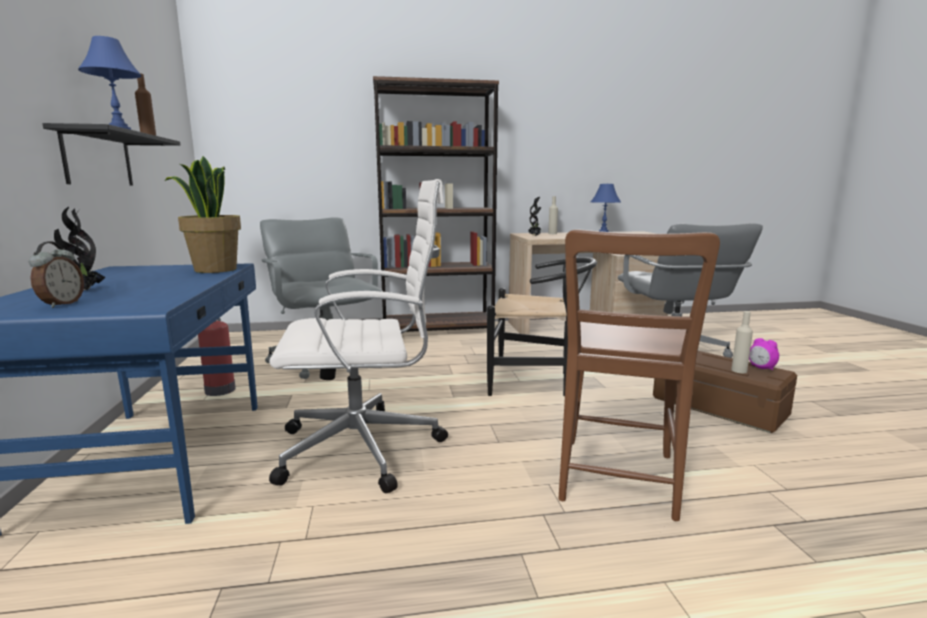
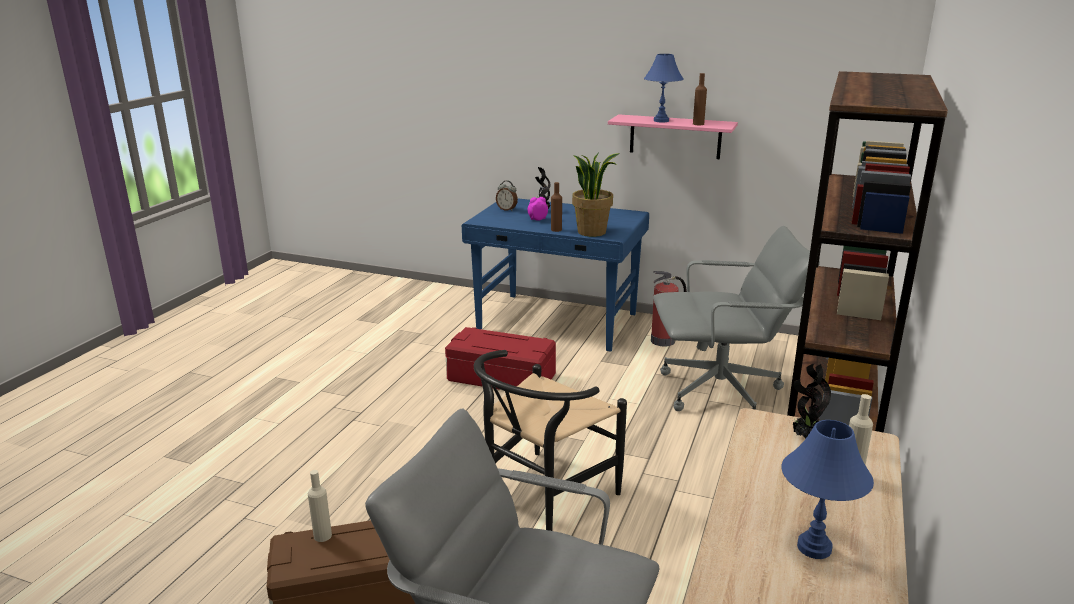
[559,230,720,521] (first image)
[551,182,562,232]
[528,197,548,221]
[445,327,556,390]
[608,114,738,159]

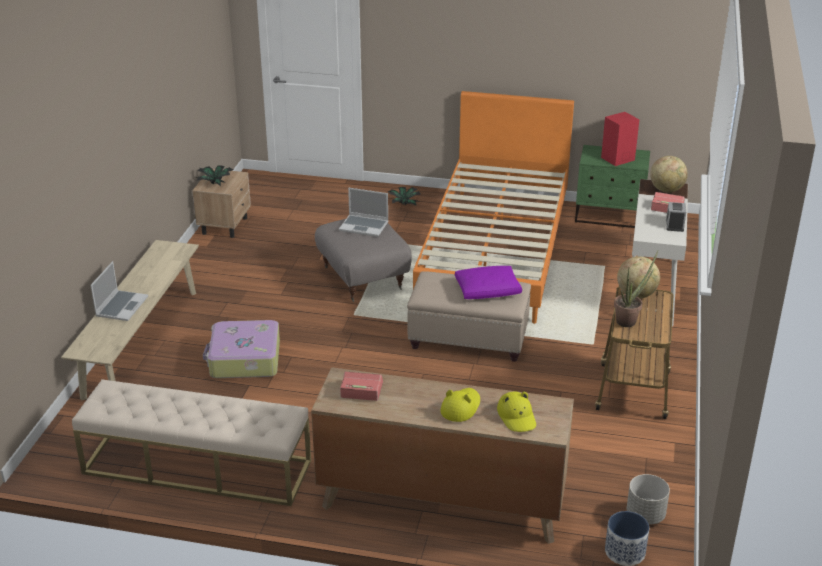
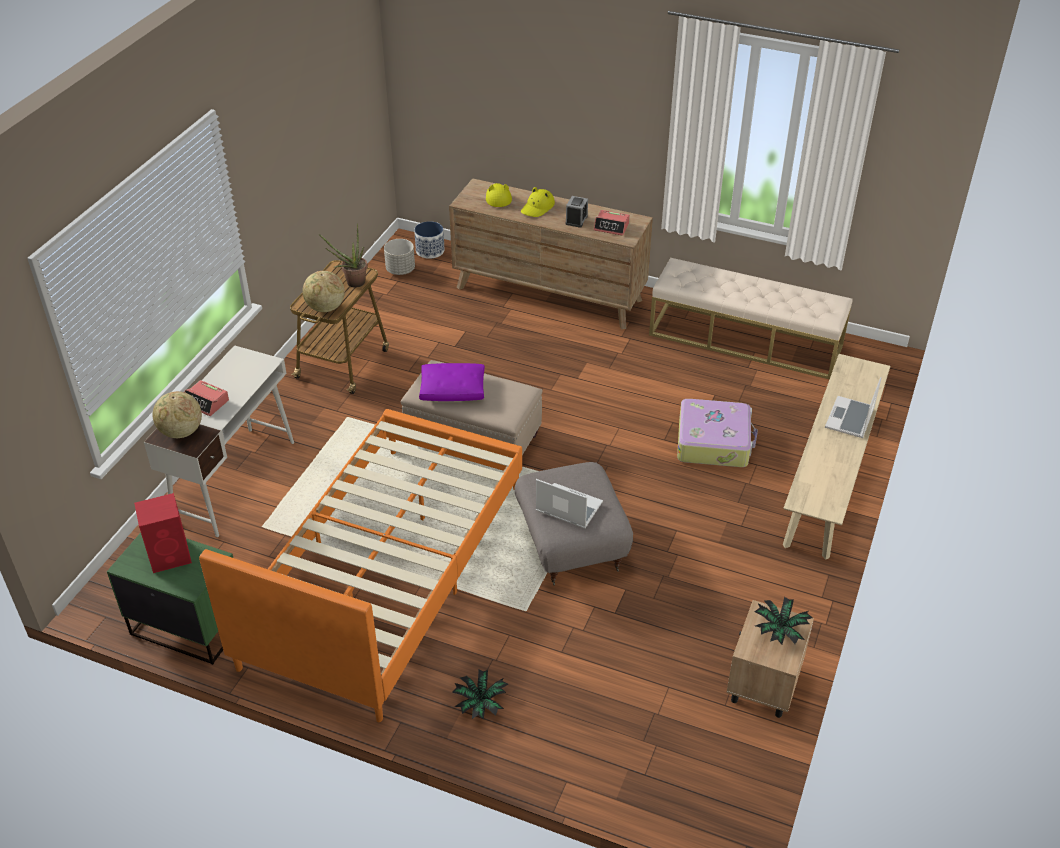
[566,196,588,228]

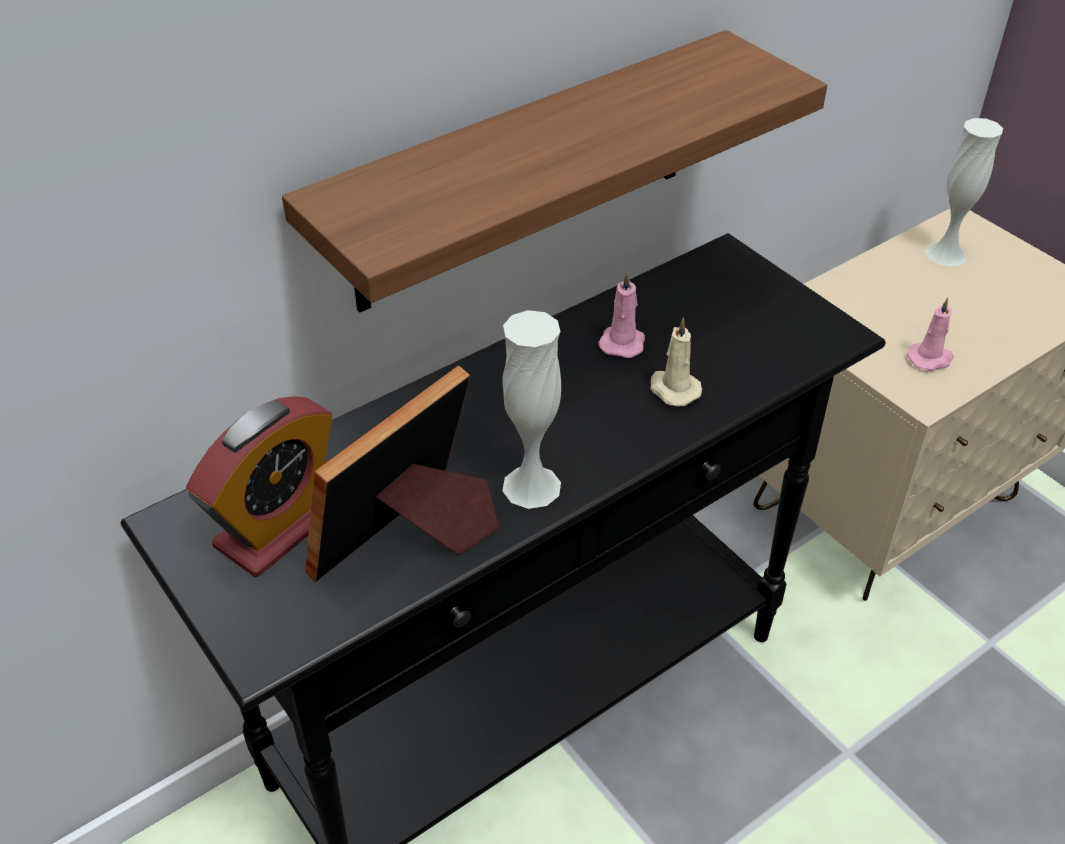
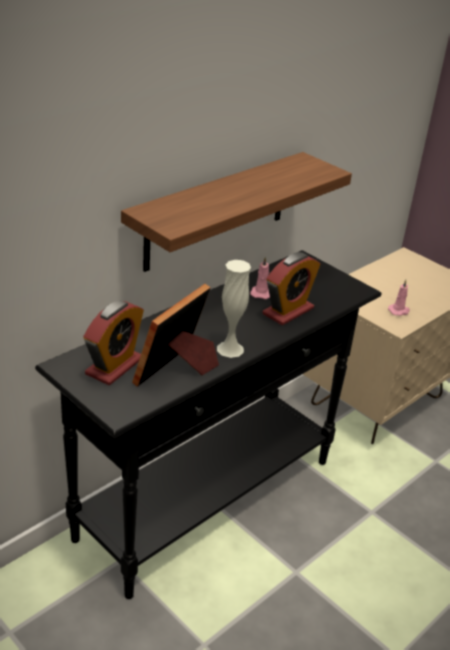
[925,118,1003,267] (first image)
[263,252,320,325]

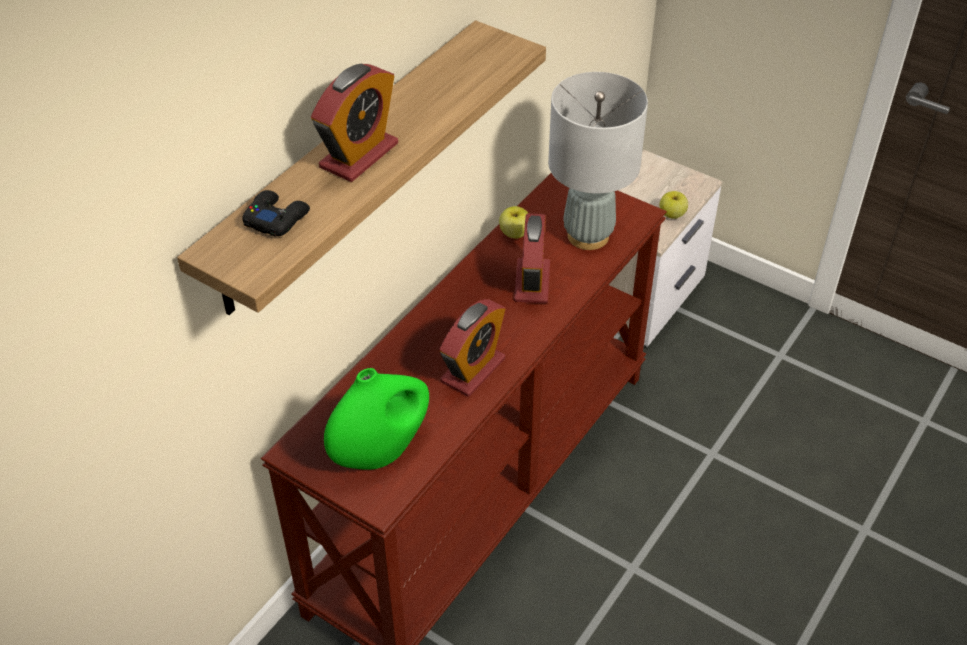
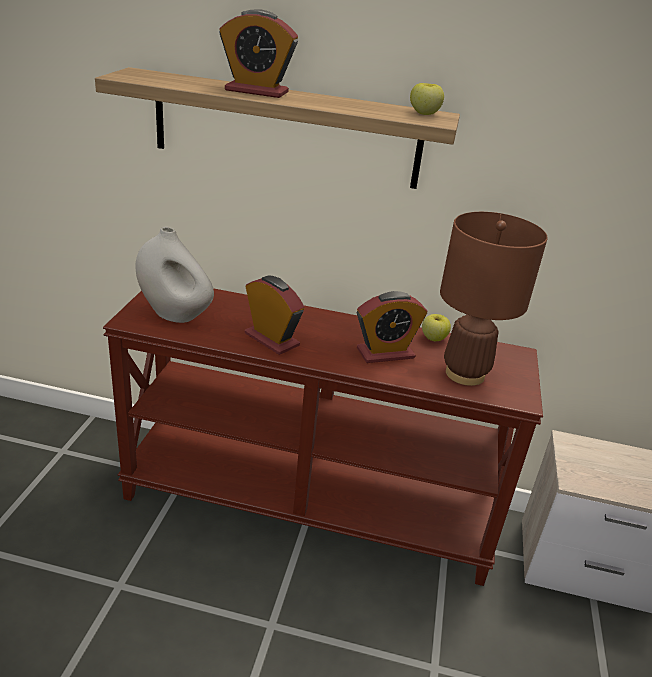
[242,190,310,237] (first image)
[410,83,444,115]
[136,227,214,323]
[440,212,548,386]
[245,276,305,355]

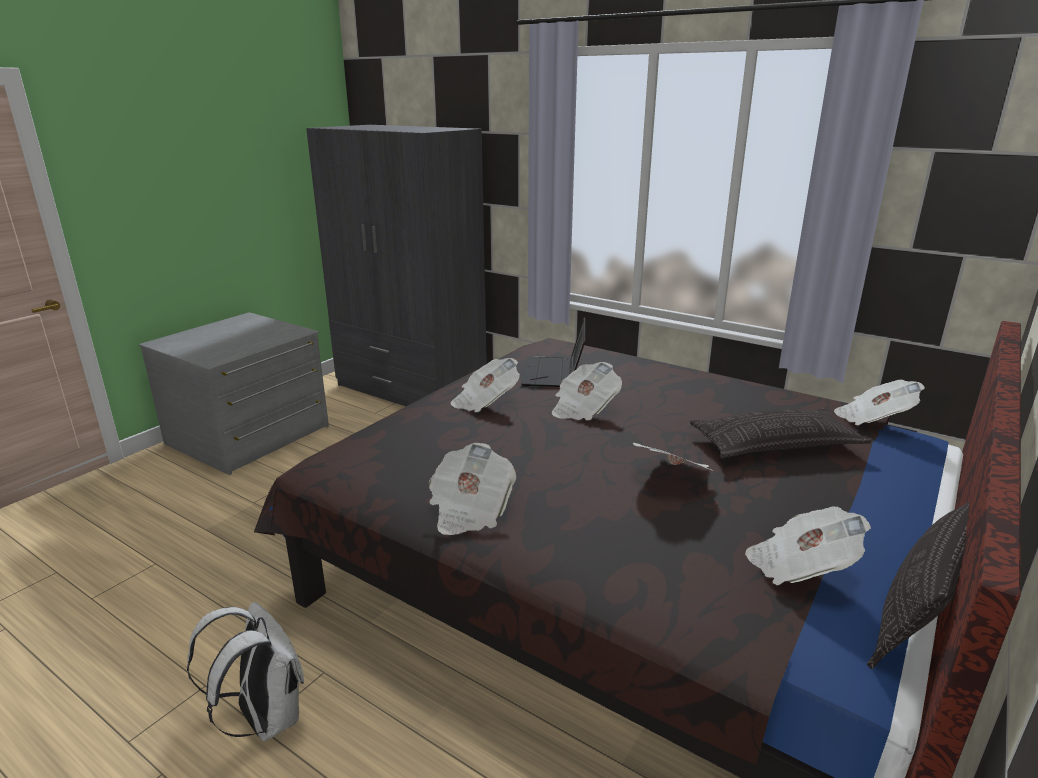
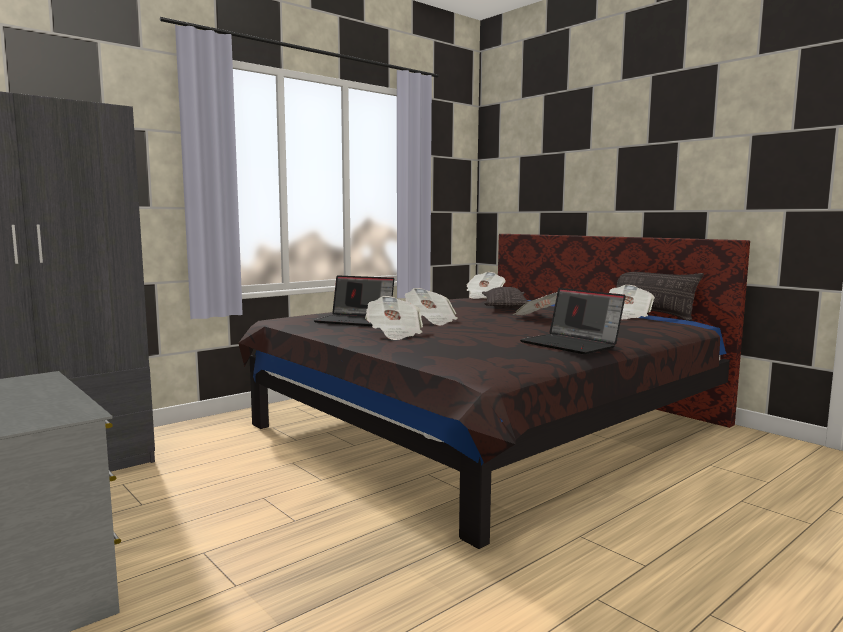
[187,602,304,741] (first image)
[520,288,626,354]

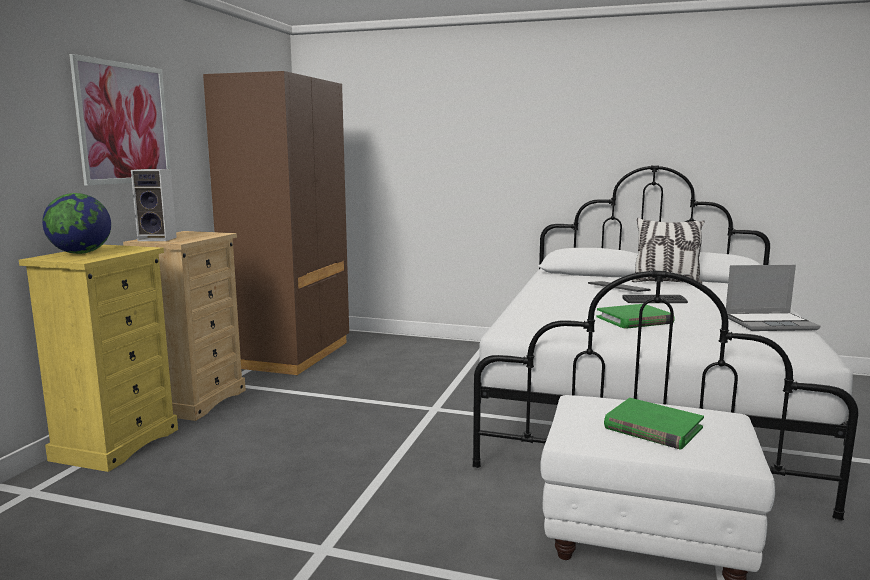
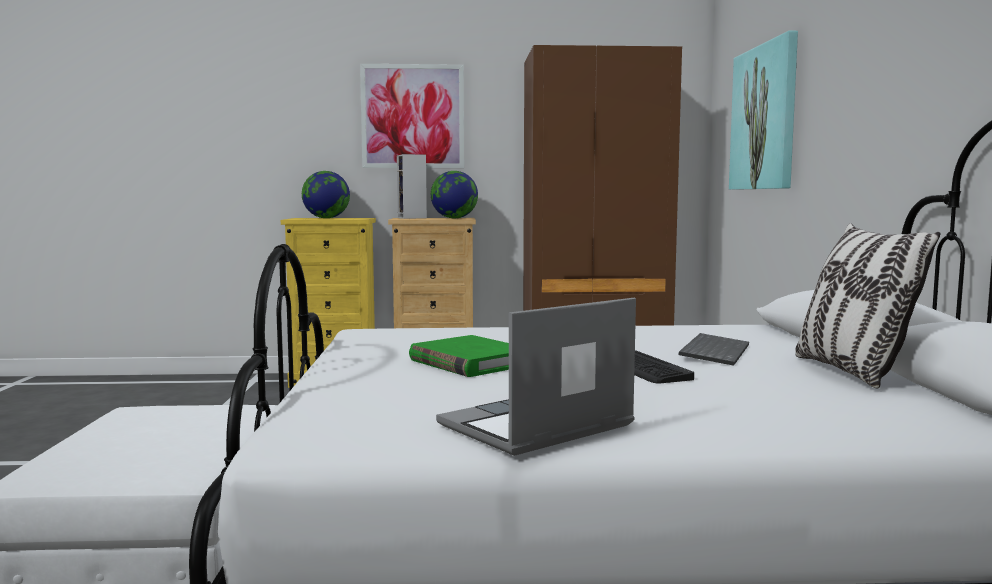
[604,398,704,449] (first image)
[431,171,478,218]
[729,31,798,190]
[436,298,636,456]

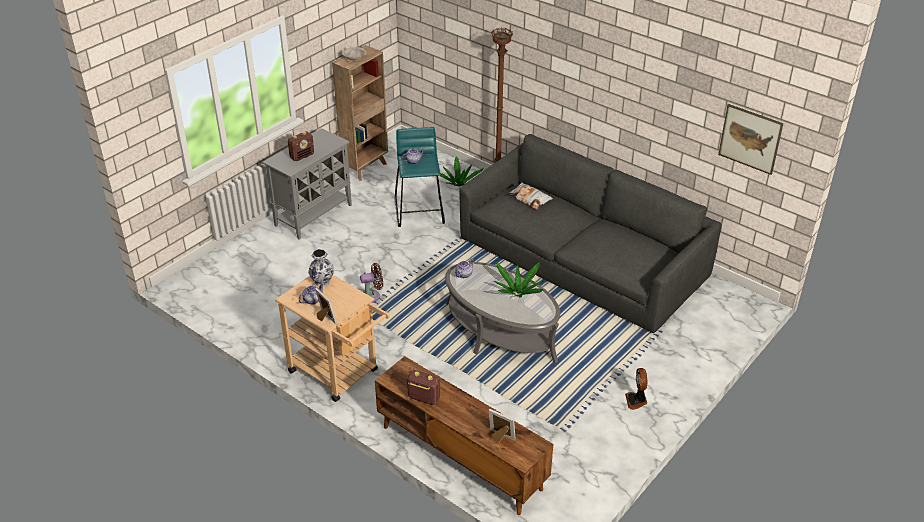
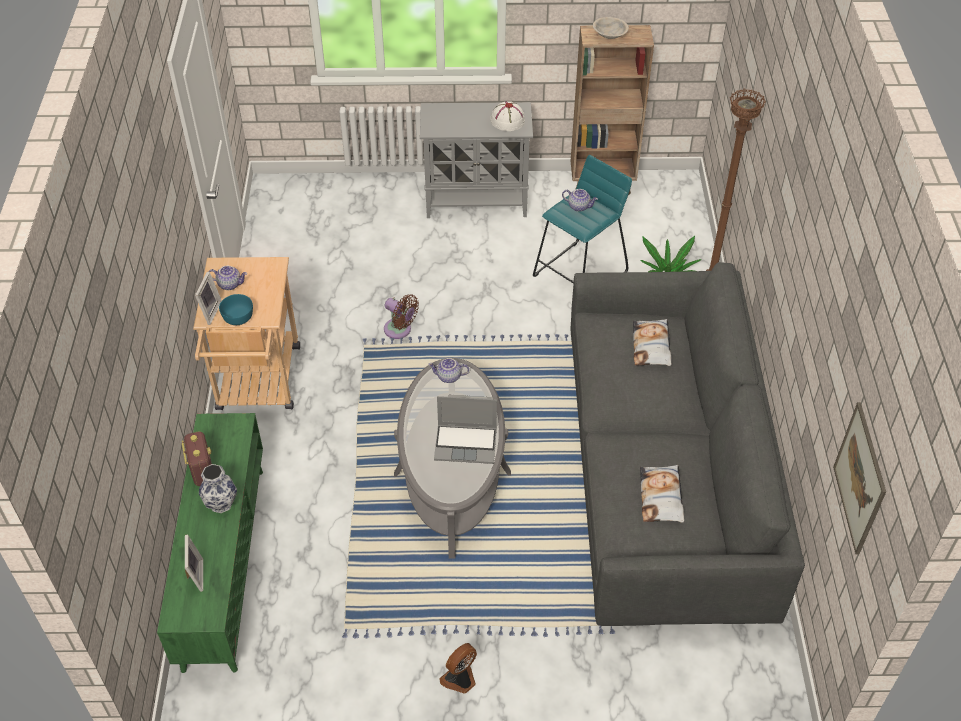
[288,131,314,161] (first image)
[219,294,253,325]
[490,101,525,131]
[640,465,684,523]
[199,464,237,513]
[434,396,497,464]
[157,413,263,673]

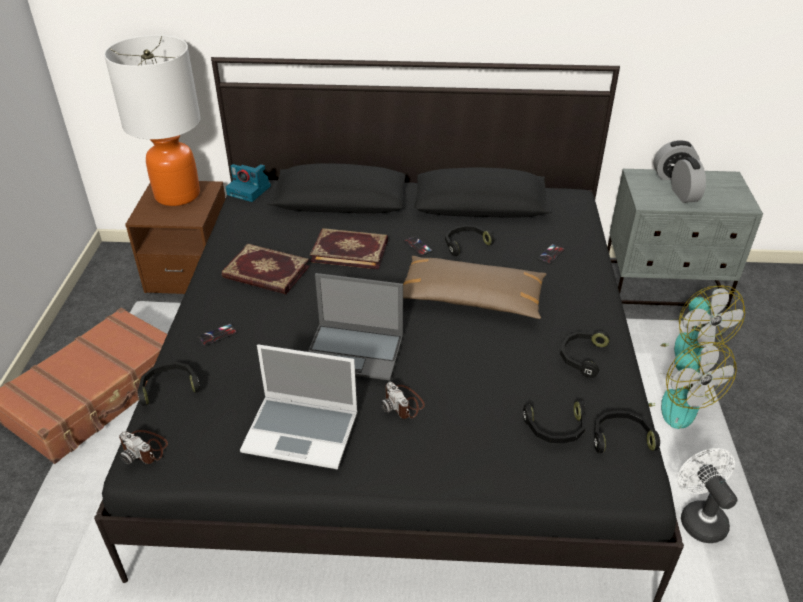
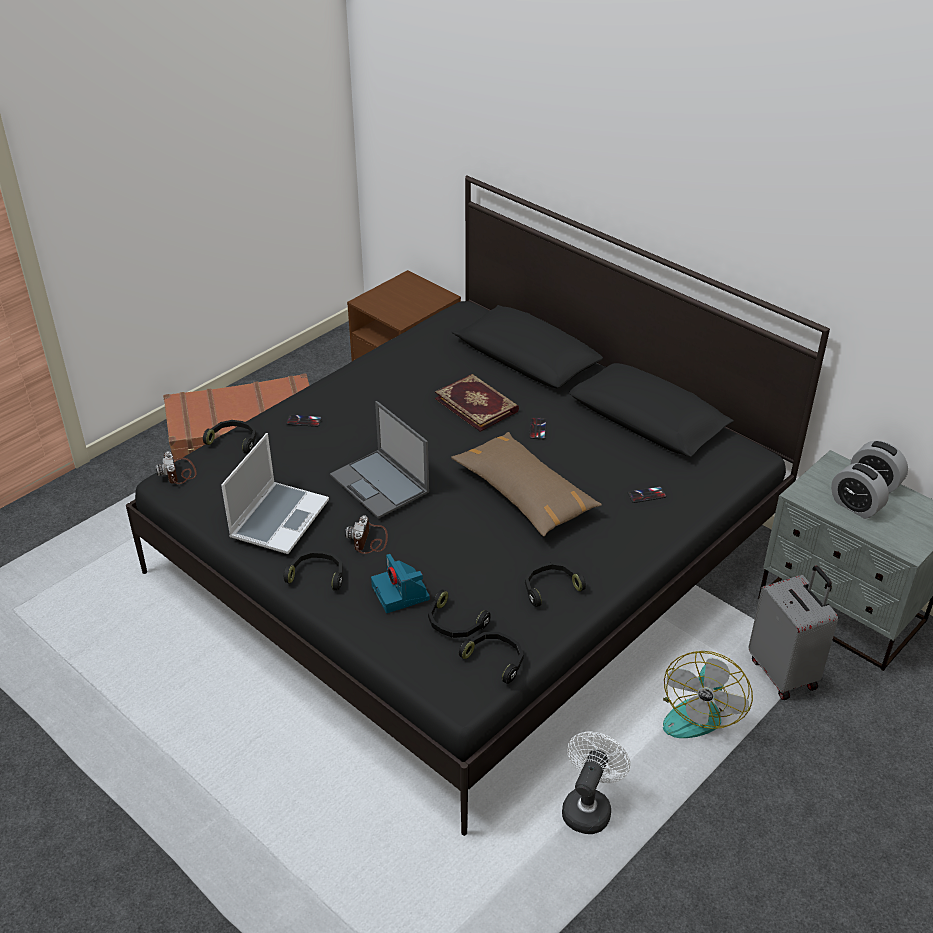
[104,35,201,206] (first image)
[222,244,310,294] (first image)
[371,554,430,613]
[284,551,342,591]
[749,566,838,700]
[221,433,329,554]
[831,463,889,519]

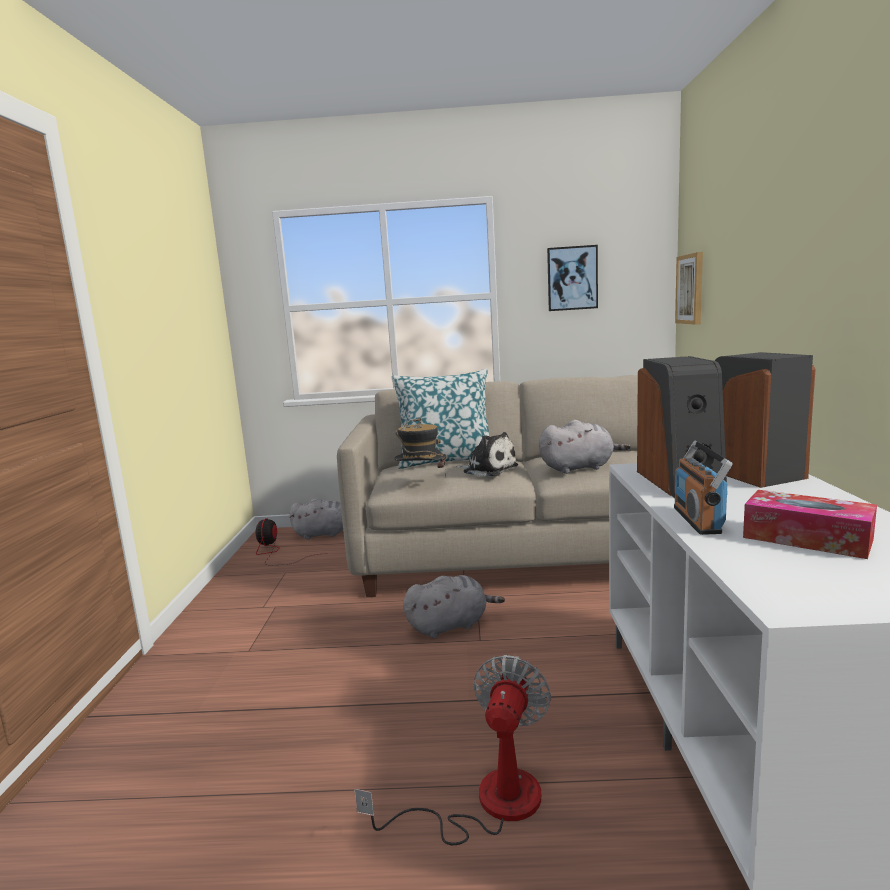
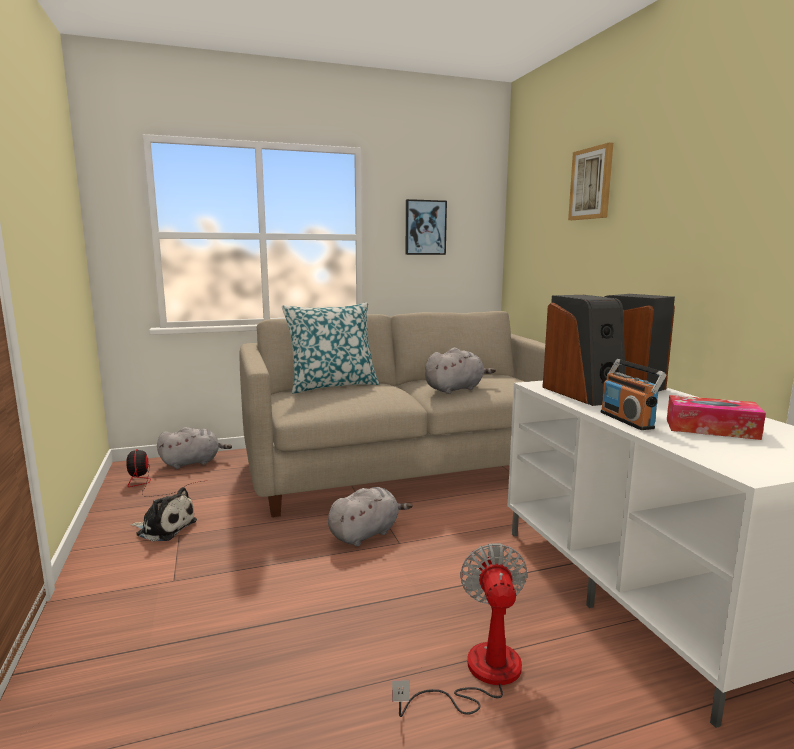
[394,418,447,478] (first image)
[130,487,197,541]
[568,143,613,220]

